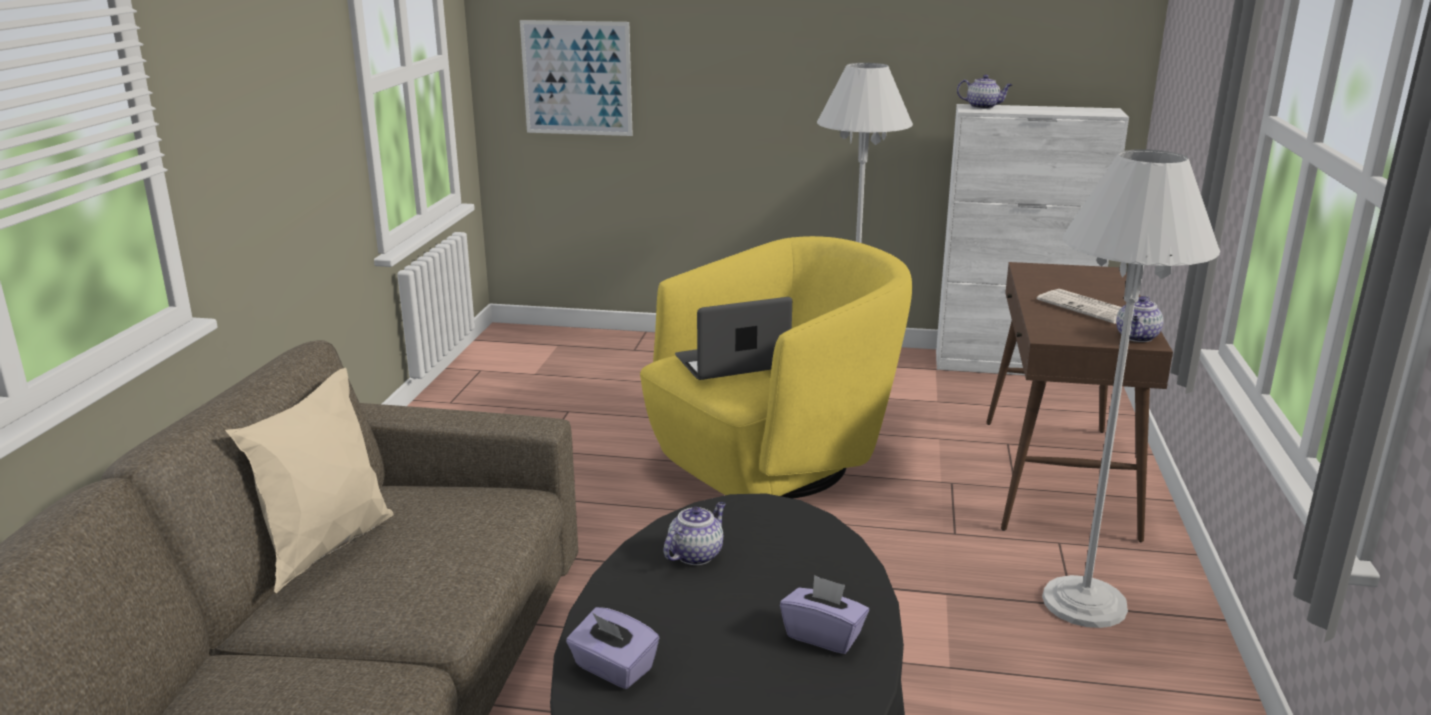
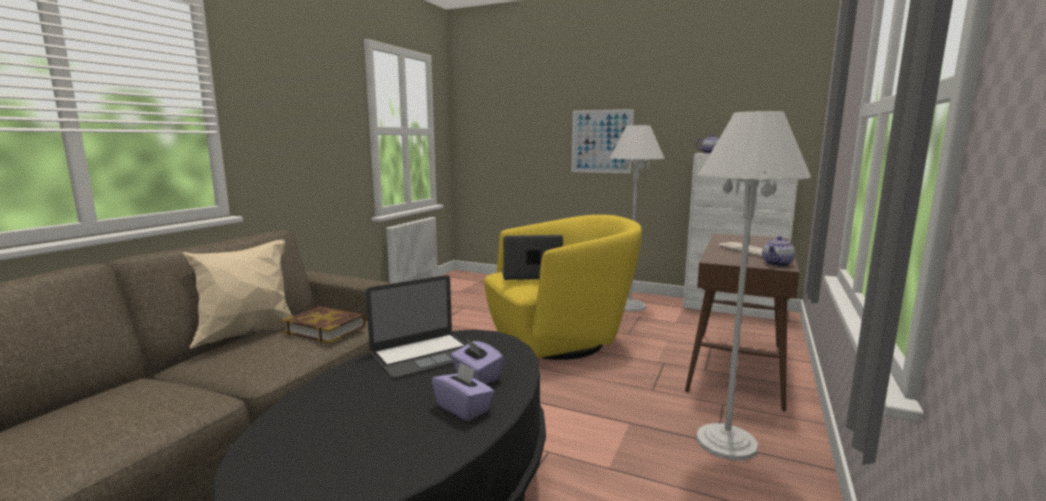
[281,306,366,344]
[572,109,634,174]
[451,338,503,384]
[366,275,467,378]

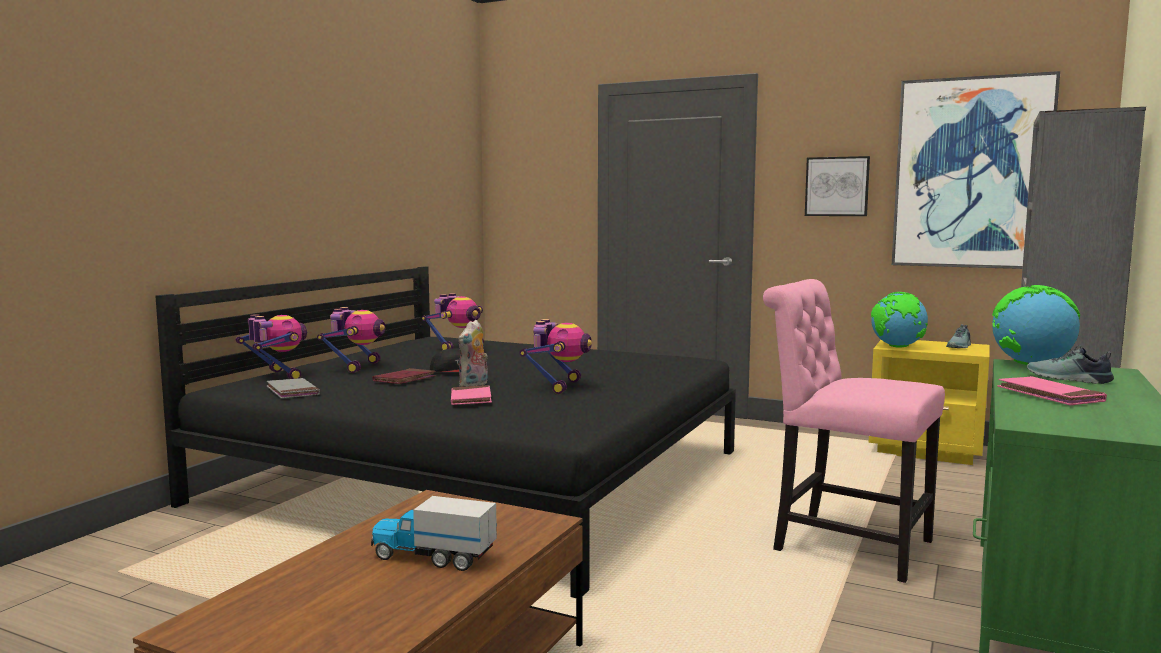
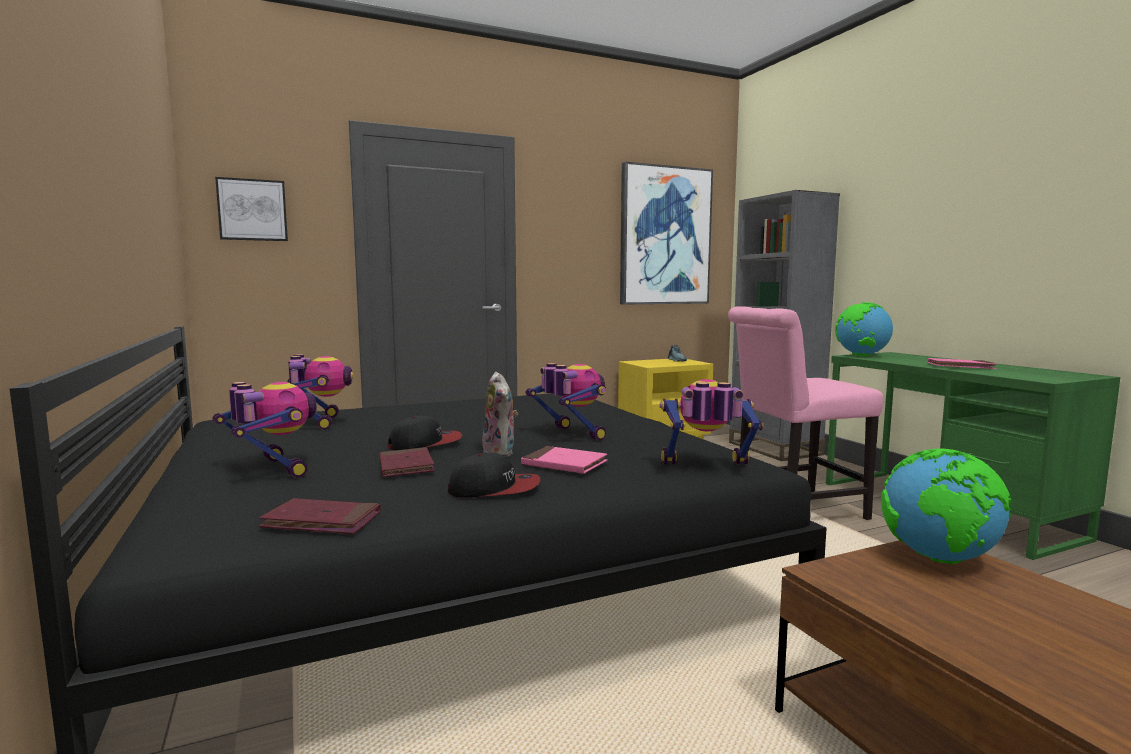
[371,496,497,571] (first image)
[1027,345,1114,384] (first image)
[448,453,540,498]
[660,379,763,464]
[215,177,288,241]
[881,449,1012,564]
[259,498,381,534]

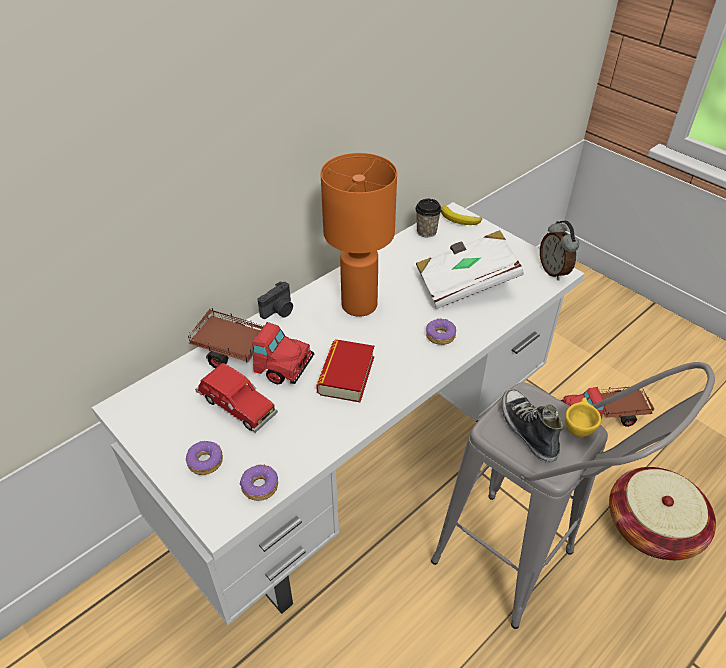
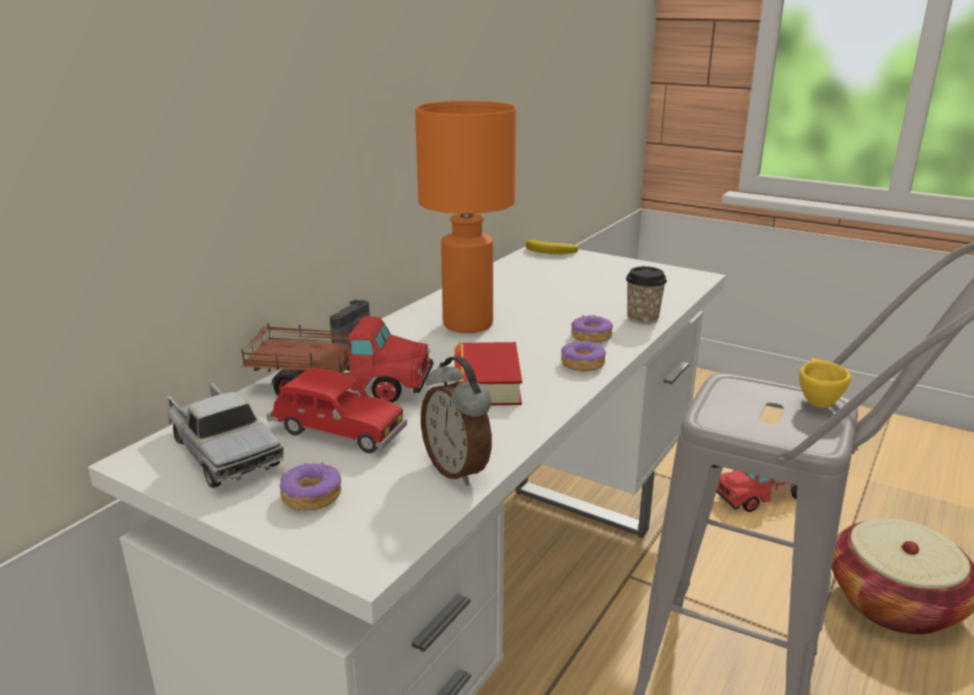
[416,230,524,309] (first image)
[502,389,563,463] (first image)
[167,383,284,488]
[561,340,606,371]
[626,266,667,325]
[421,356,492,486]

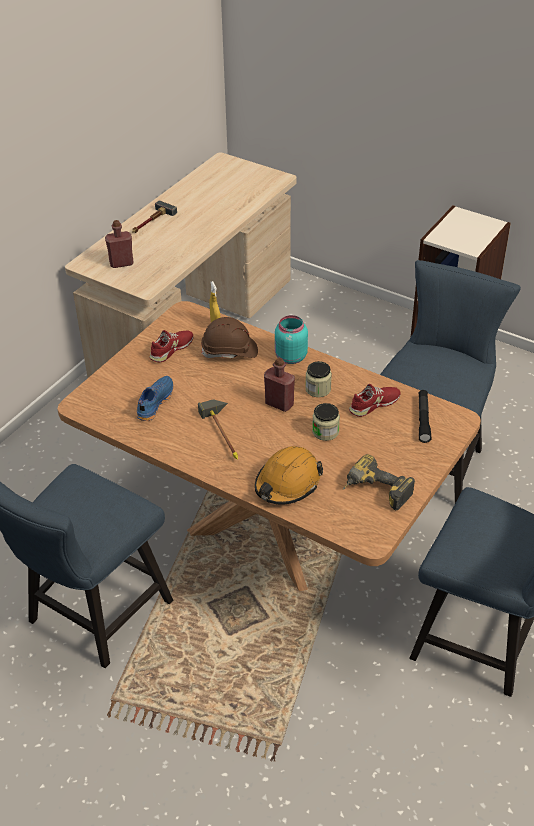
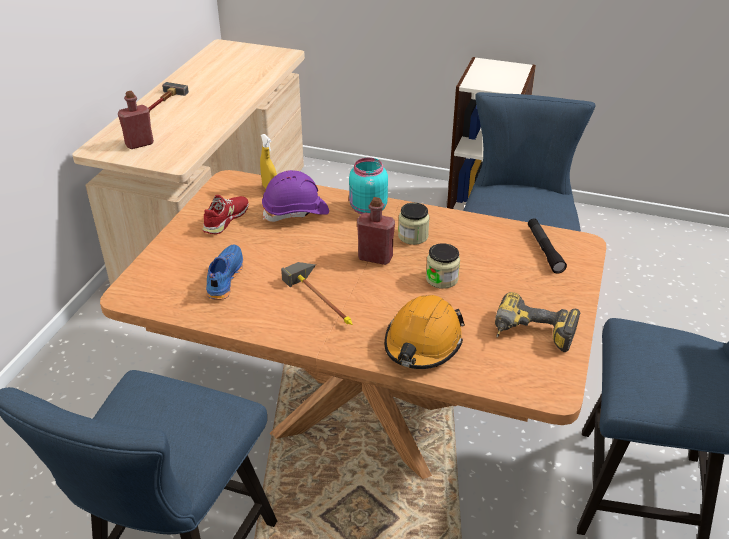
[349,384,401,417] (first image)
[262,170,329,222]

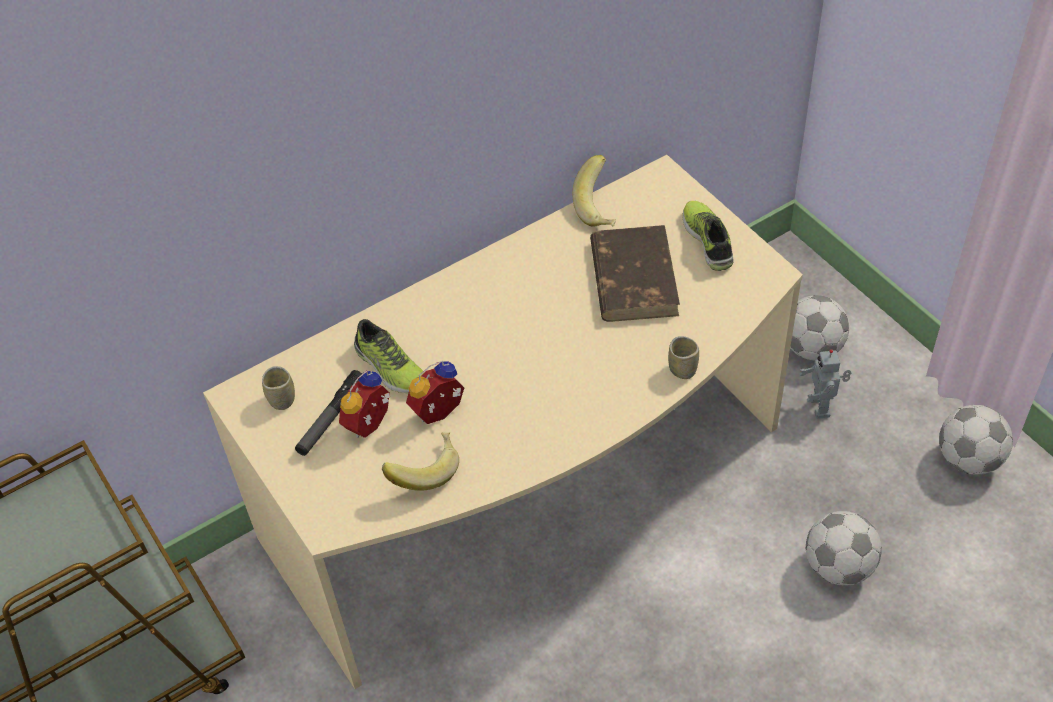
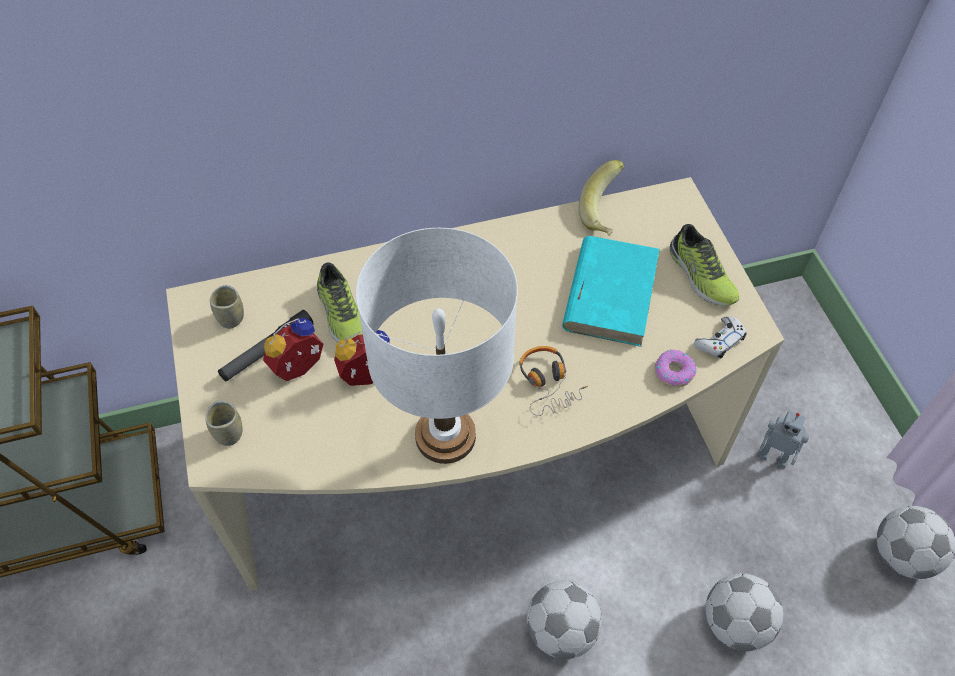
[382,432,459,491] (first image)
[356,228,518,464]
[519,346,588,416]
[655,350,696,388]
[694,316,747,358]
[205,401,243,446]
[527,581,602,659]
[562,236,660,347]
[670,224,739,306]
[758,410,809,468]

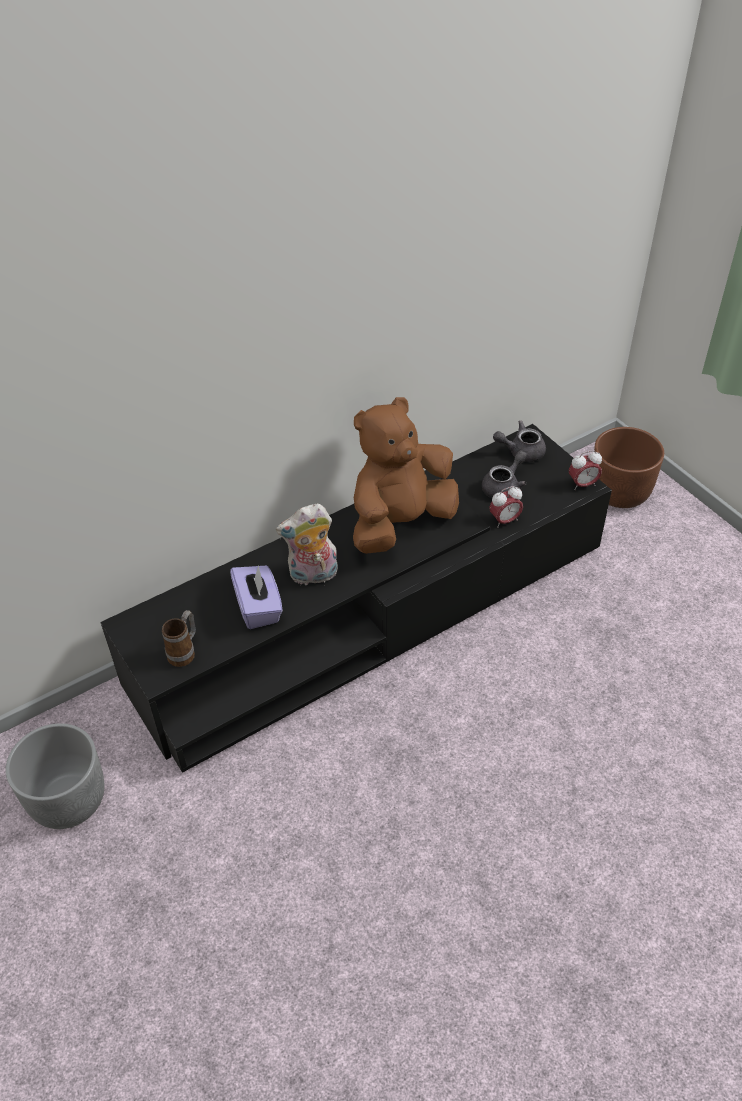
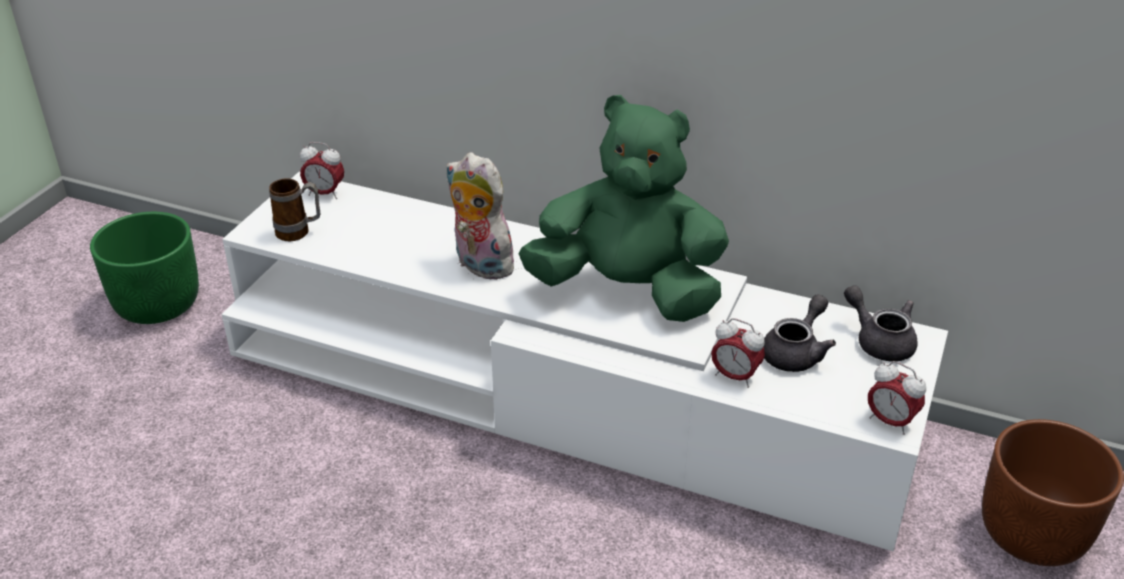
[230,565,283,629] (first image)
[300,142,344,199]
[90,212,199,324]
[222,172,948,551]
[519,95,729,322]
[764,294,836,372]

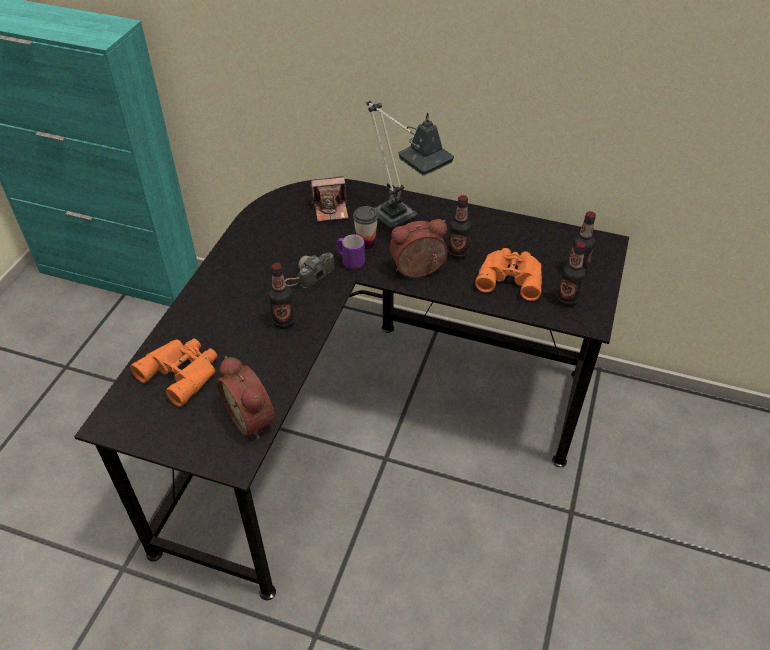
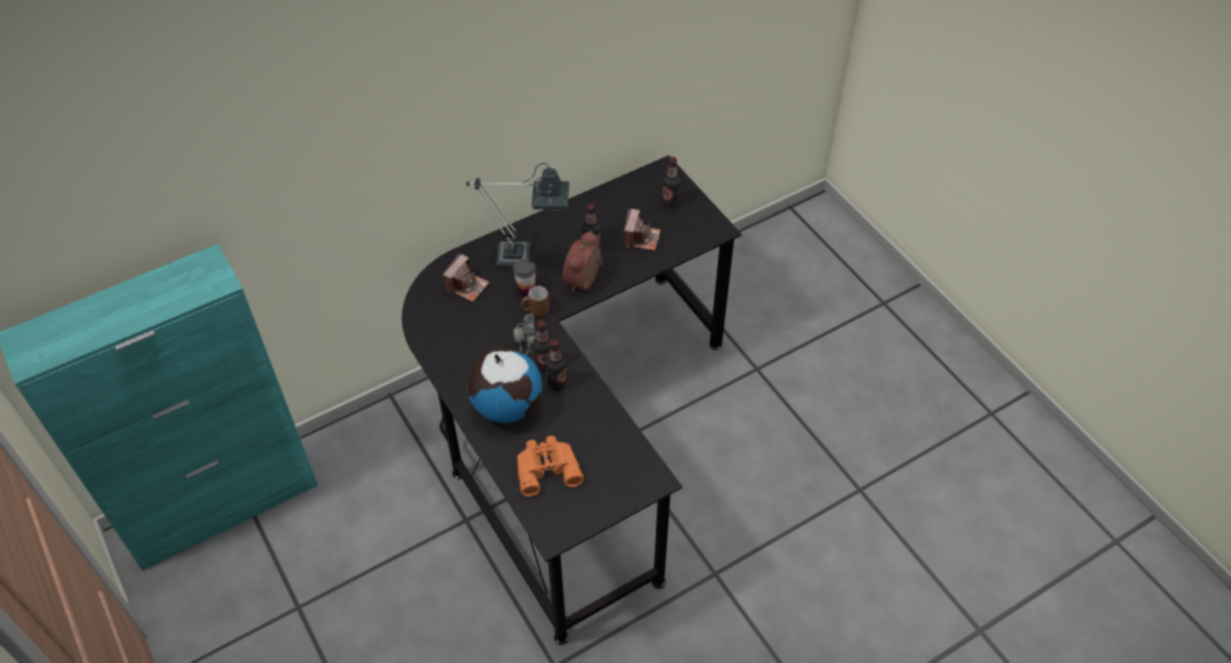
[217,356,275,439] (first image)
[467,348,542,423]
[533,320,552,372]
[624,209,661,251]
[521,286,549,316]

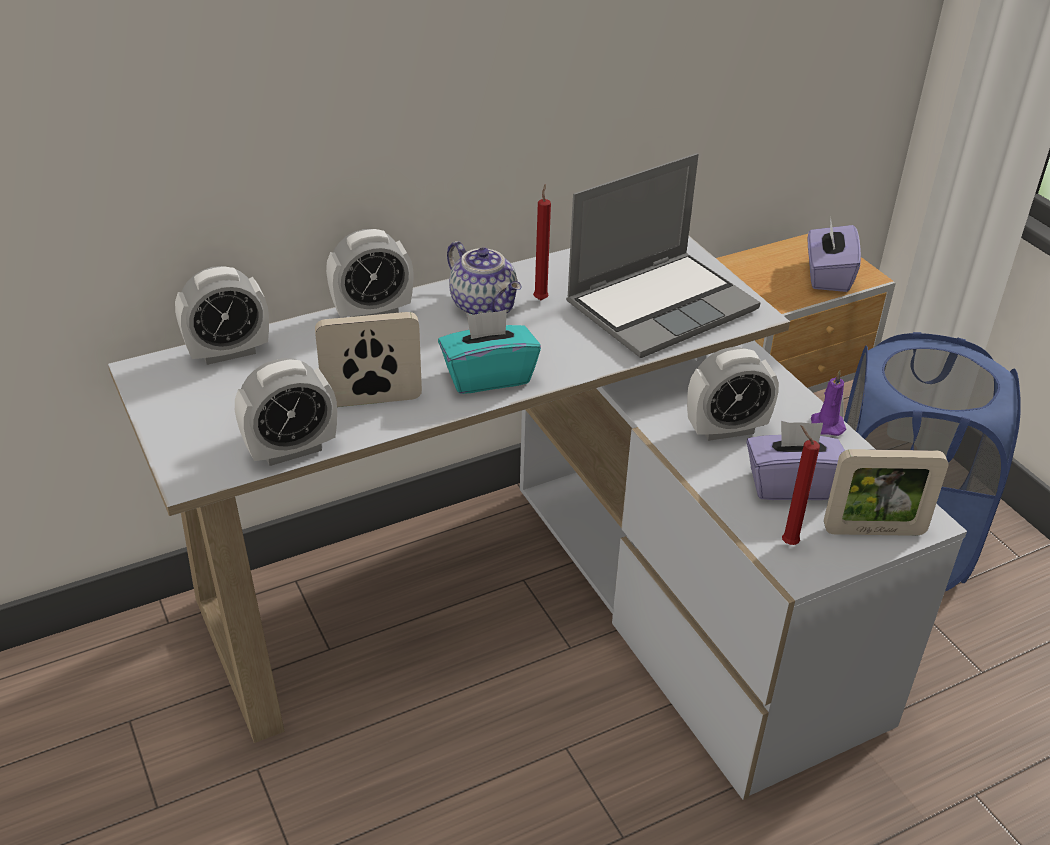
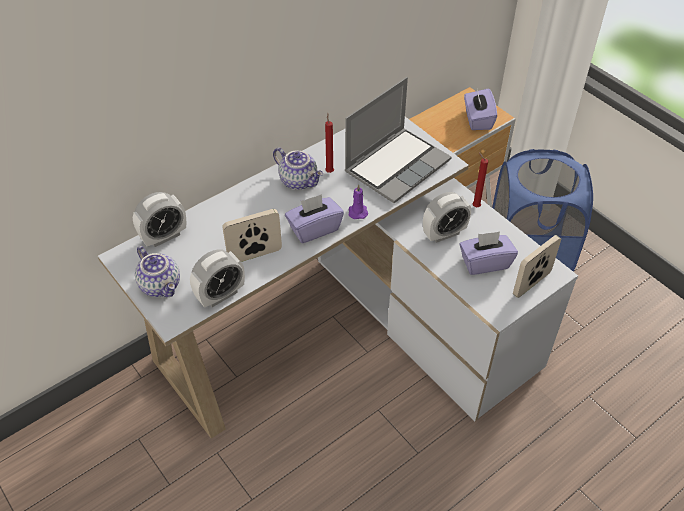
[326,229,413,317] (first image)
[135,246,180,297]
[473,153,488,207]
[349,184,368,219]
[285,194,344,243]
[513,235,561,298]

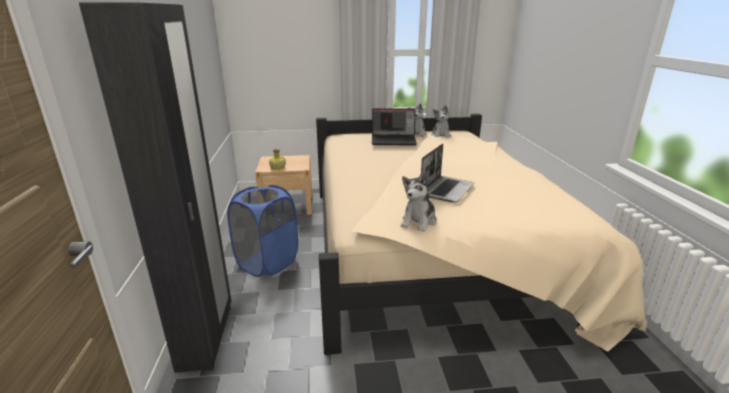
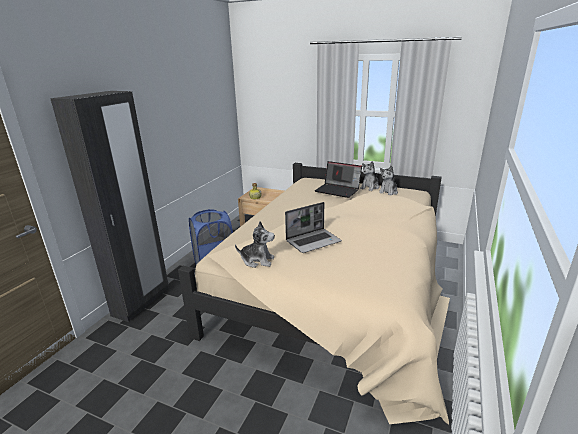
[235,221,275,268]

